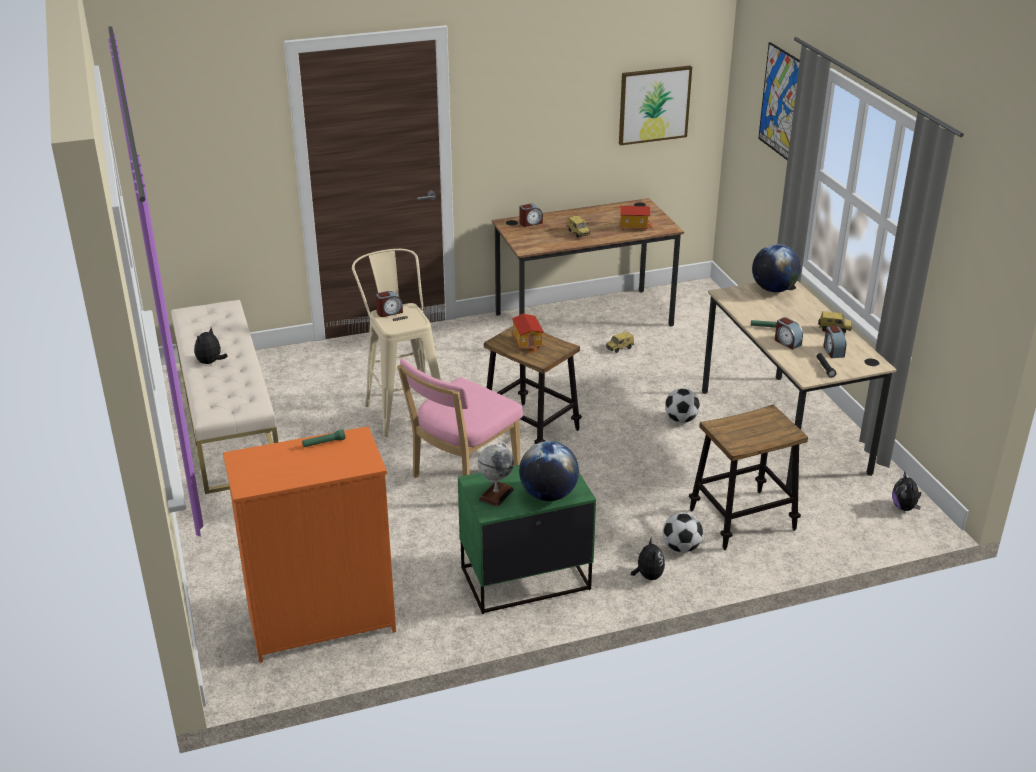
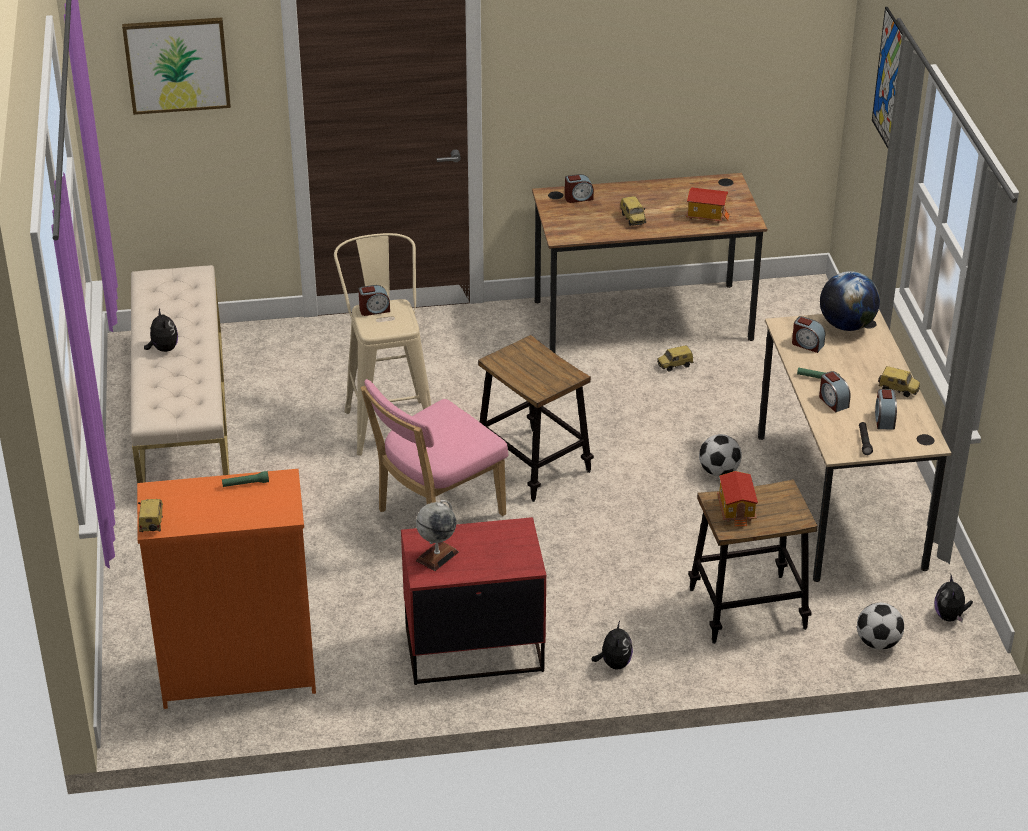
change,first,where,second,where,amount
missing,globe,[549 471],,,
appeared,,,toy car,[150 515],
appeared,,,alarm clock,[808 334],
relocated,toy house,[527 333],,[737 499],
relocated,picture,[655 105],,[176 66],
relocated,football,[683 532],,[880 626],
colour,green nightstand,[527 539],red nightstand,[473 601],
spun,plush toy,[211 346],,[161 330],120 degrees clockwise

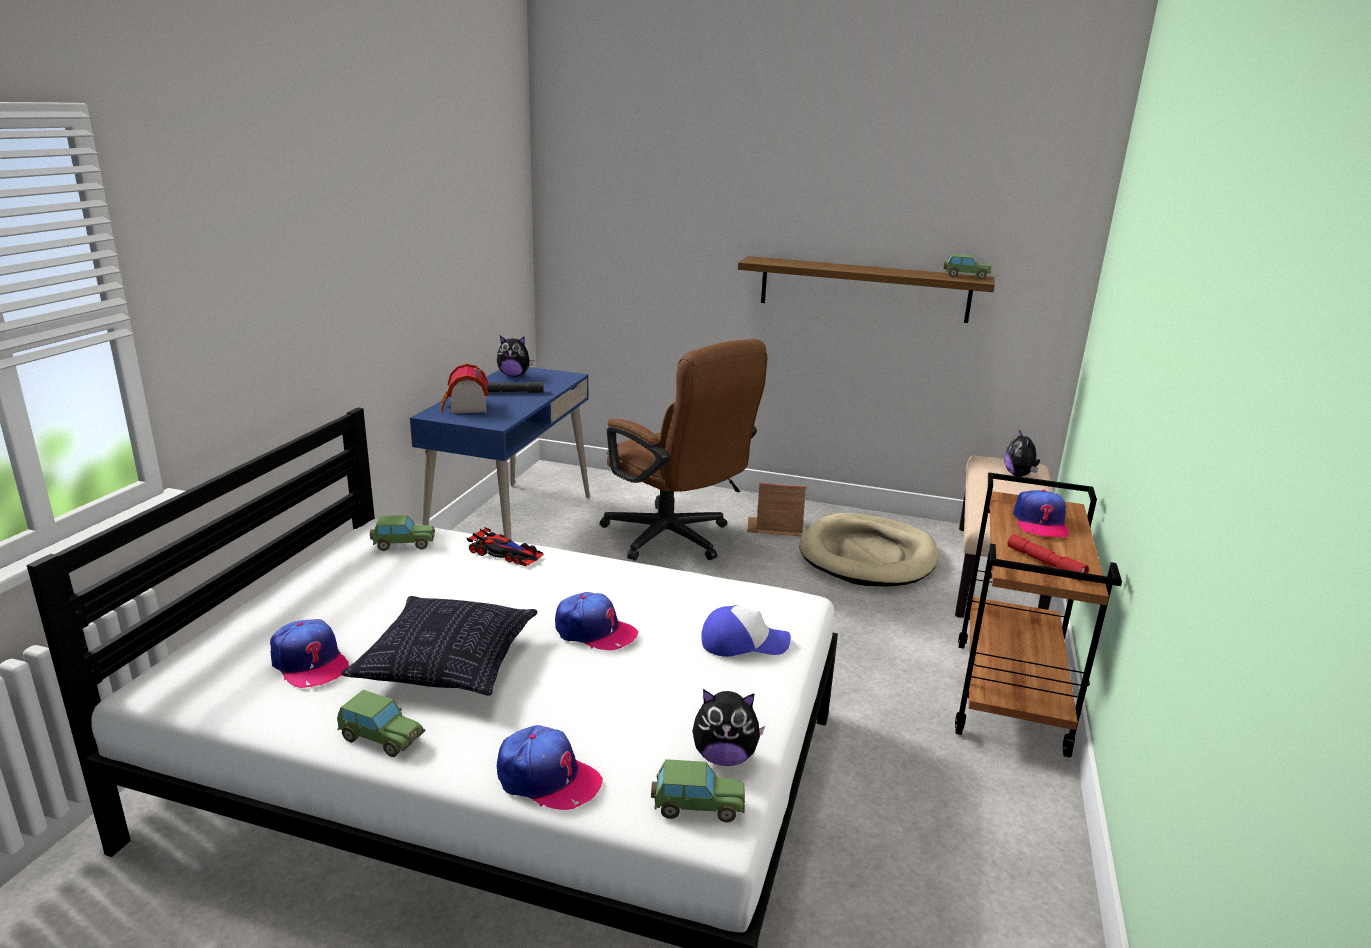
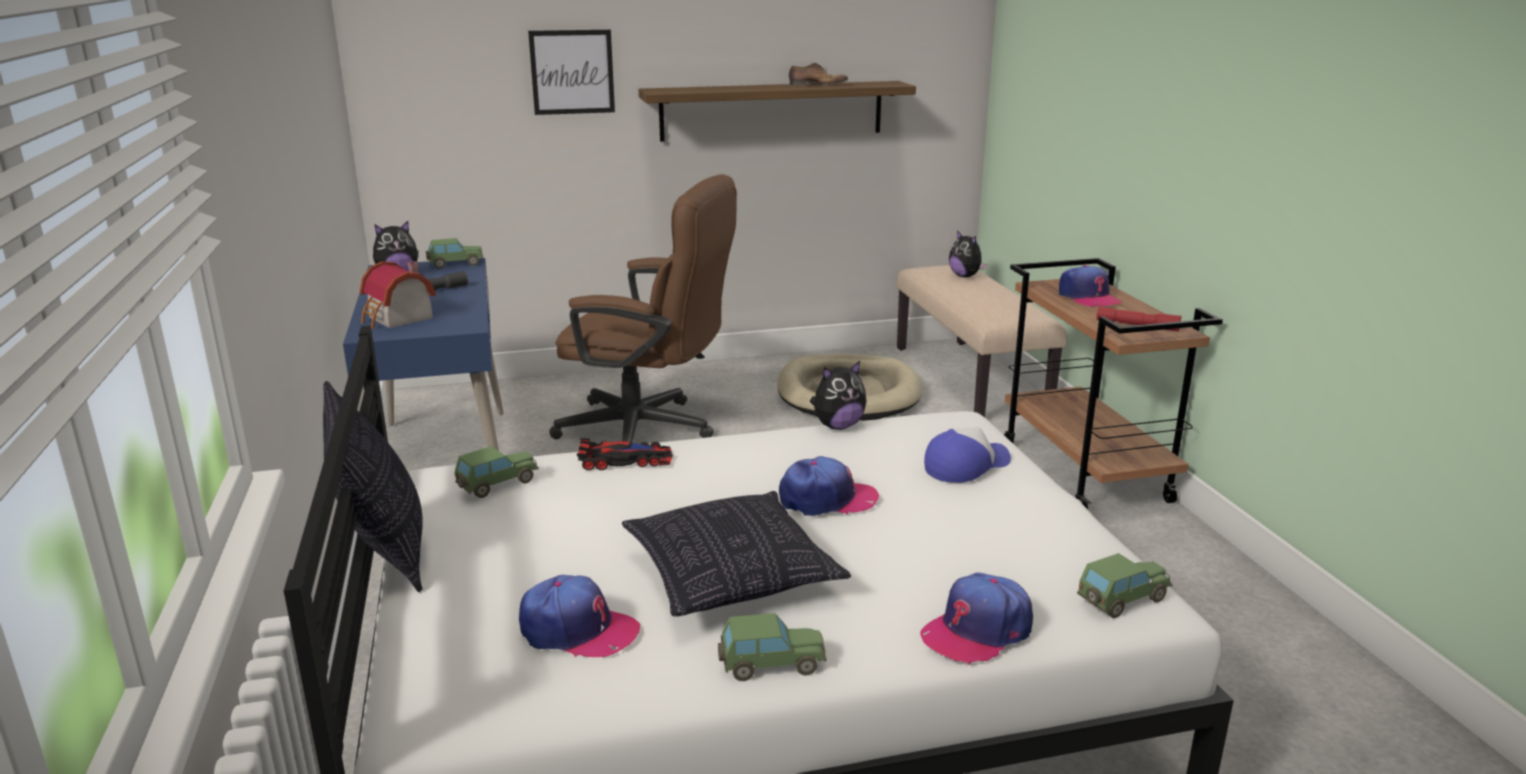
change,first,where,second,where,amount
missing,toy house,[777 509],,,
appeared,,,pillow,[373 486],
appeared,,,picture,[571 72],
appeared,,,shoe,[818 74],
relocated,plush toy,[728 727],,[838 395],
relocated,toy car,[967 266],,[454 253],
spun,cap,[550 767],,[976 619],150 degrees clockwise

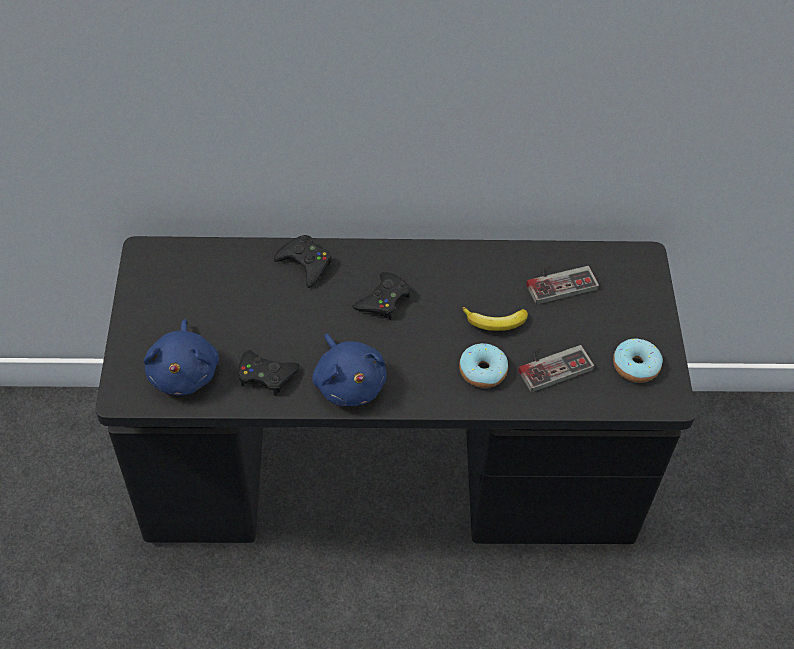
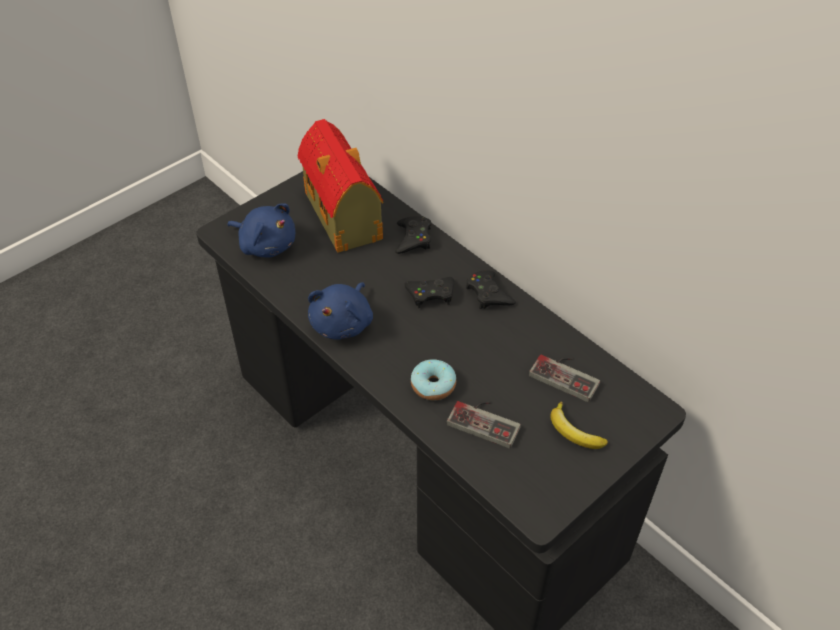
change,first,where,second,where,amount
missing,donut,[638 360],,,
appeared,,,toy house,[341 186],
relocated,black game controller,[269 373],,[491 289],
relocated,banana,[495 319],,[579 425],
spun,blue plush toy,[181 357],,[261 230],105 degrees counterclockwise

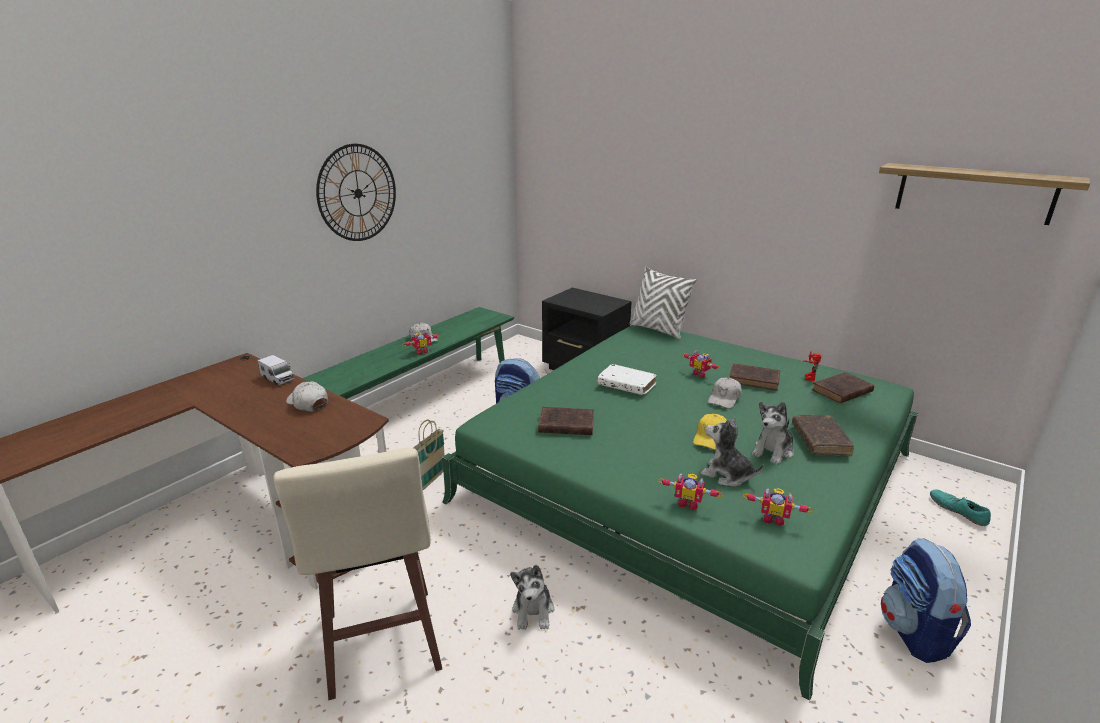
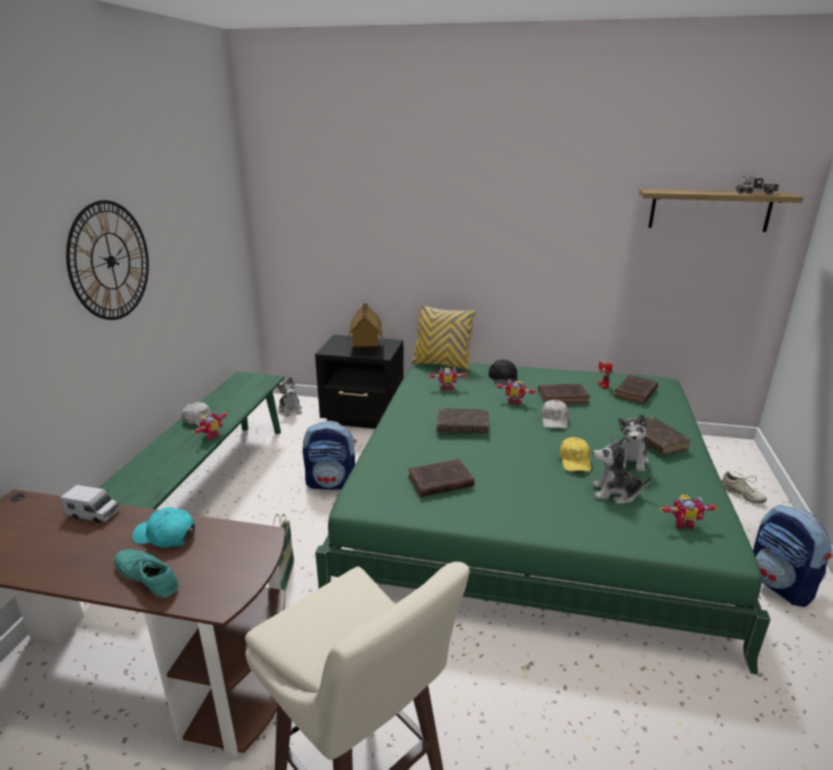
change,first,where,second,where,amount
appeared,,,toy house,[365 328],
appeared,,,black cap,[503 372],
appeared,,,beige shoe,[744 487],
appeared,,,toy truck,[757 185],
relocated,plush toy,[532 597],,[289 397],
relocated,toy robot,[690 491],,[447 378],
relocated,turquoise shoe,[960 508],,[146 573],
colour,white cap,[307 397],turquoise cap,[163 527],
colour,white book,[627 379],brown book,[463 420],
colour,white pillow,[662 302],yellow pillow,[443 337],

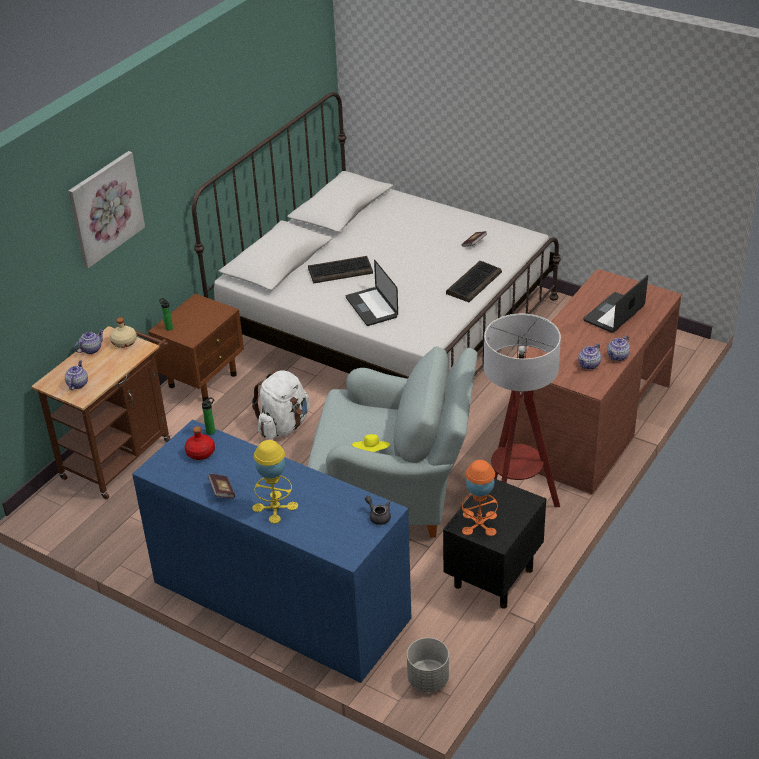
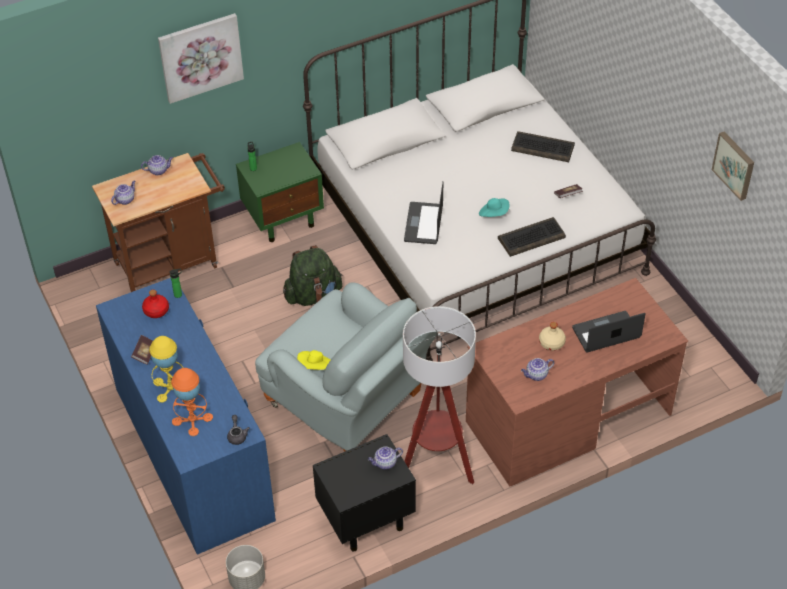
change,first,where,second,where,amount
appeared,,,turquoise hat,[494 207],
appeared,,,picture,[733 166],
relocated,beige bottle,[123 332],,[552 336],
relocated,keyboard,[340 269],,[543 146],
relocated,orange table lamp,[480 498],,[192 402],
relocated,teapot,[618 348],,[385 458],
colour,brown nightstand,[196 347],green nightstand,[280 192],
colour,white backpack,[281 404],green backpack,[313 275],

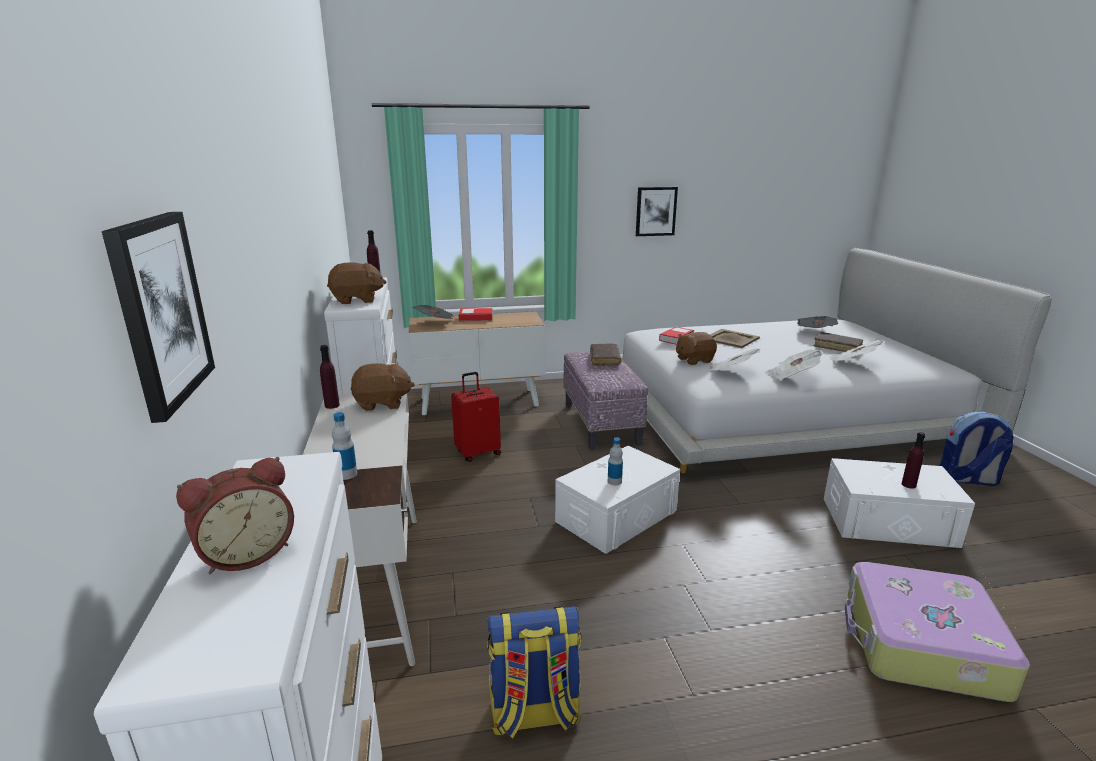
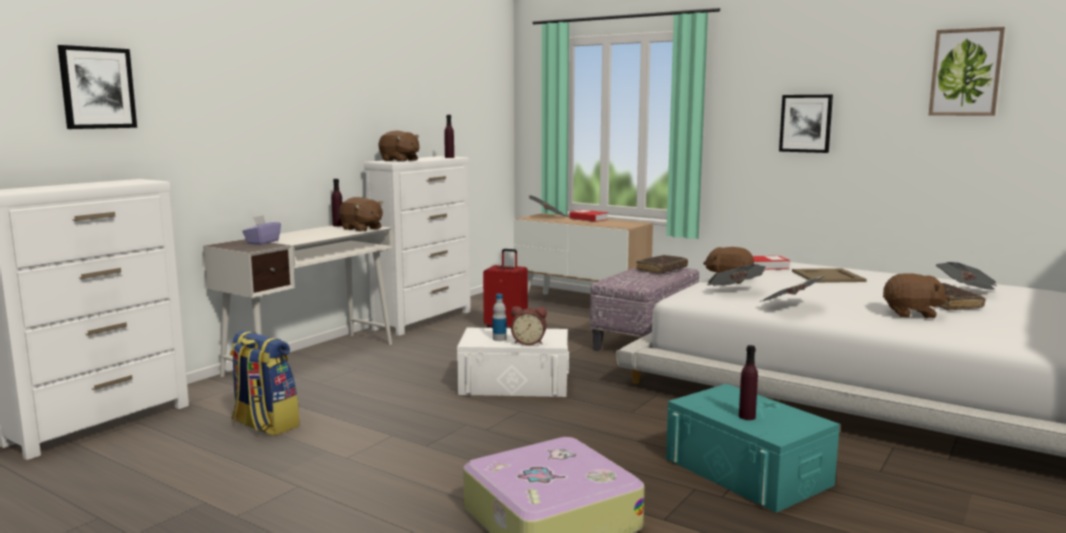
change,first,where,second,where,amount
missing,backpack,[976 448],,,
appeared,,,picture,[967 71],
relocated,alarm clock,[235 515],,[529 325],
exchanged,bottle,[344 446],purple tissue box,[261 230],
exchanged,newspaper,[857 351],brown plush toy,[916 295],
colour,white storage box,[899 503],turquoise storage box,[753 448],

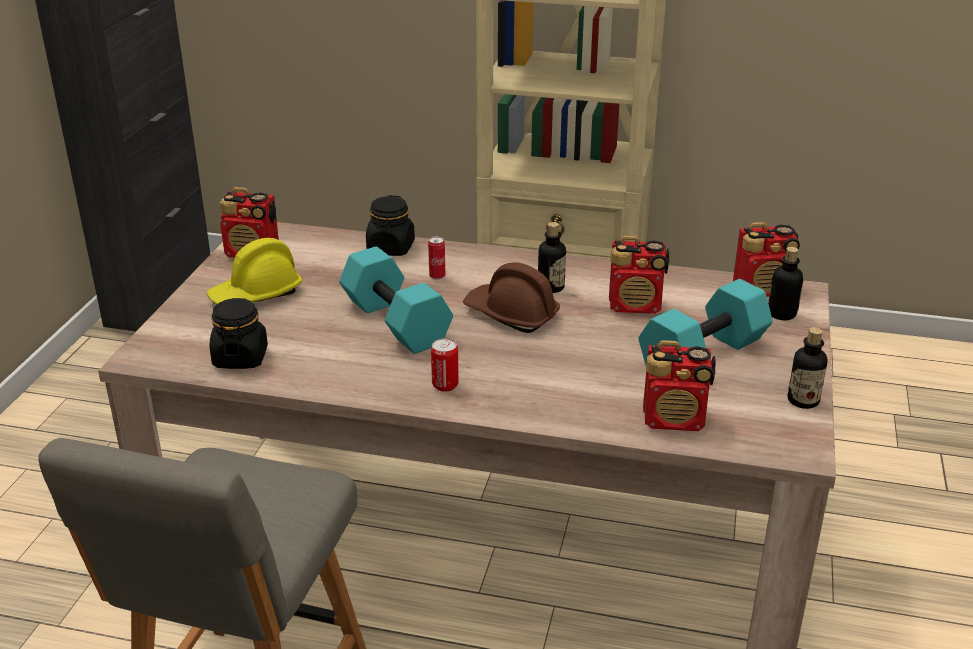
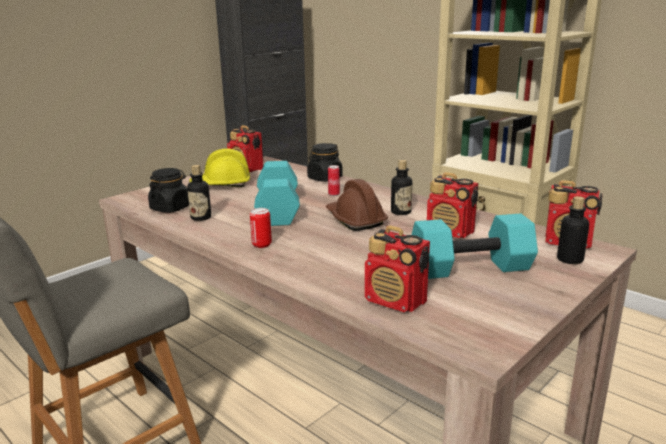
change,first,where,second,where,amount
relocated,bottle,[808 368],,[199 193],

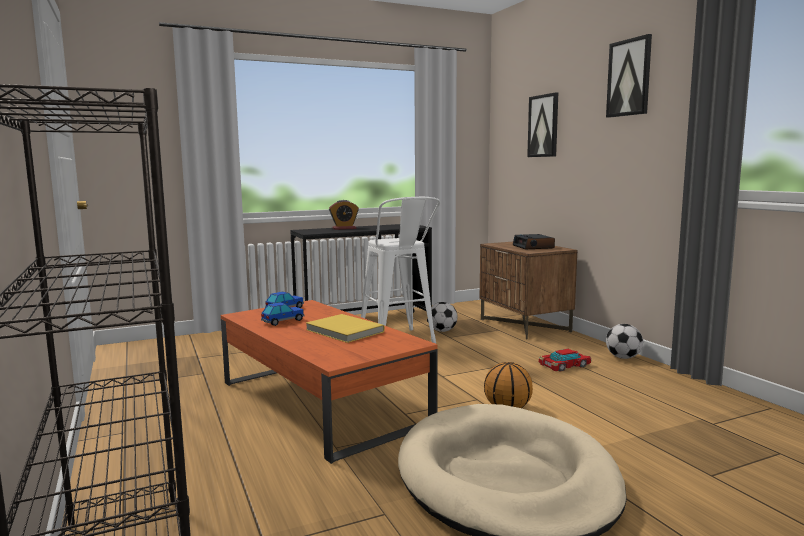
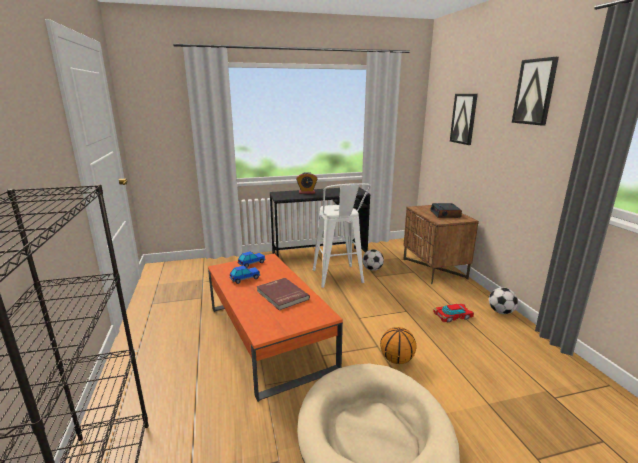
change,first,where,second,where,amount
colour,yellow book,[345 328],red book,[283 294],

